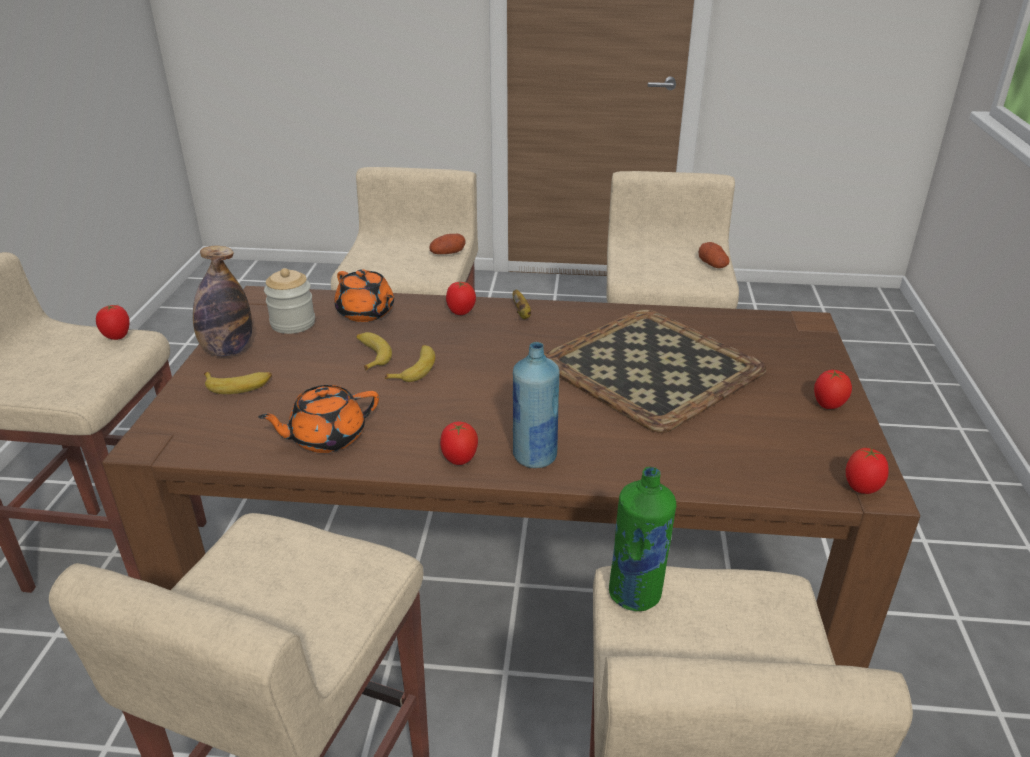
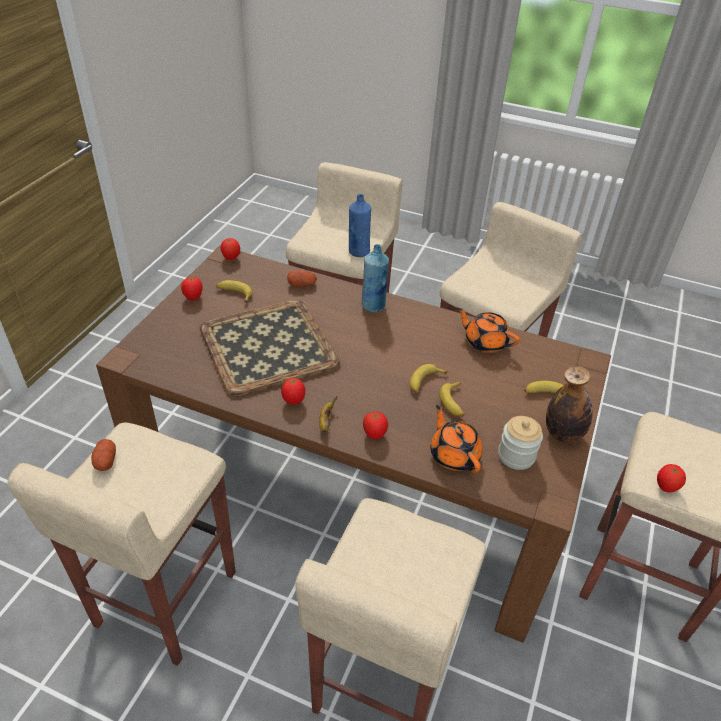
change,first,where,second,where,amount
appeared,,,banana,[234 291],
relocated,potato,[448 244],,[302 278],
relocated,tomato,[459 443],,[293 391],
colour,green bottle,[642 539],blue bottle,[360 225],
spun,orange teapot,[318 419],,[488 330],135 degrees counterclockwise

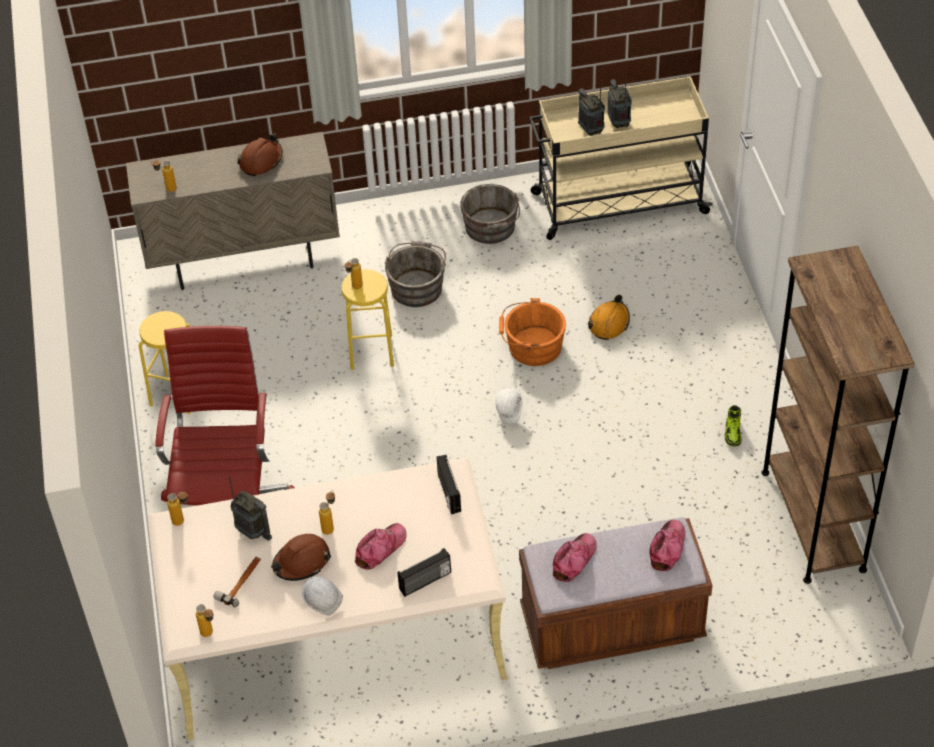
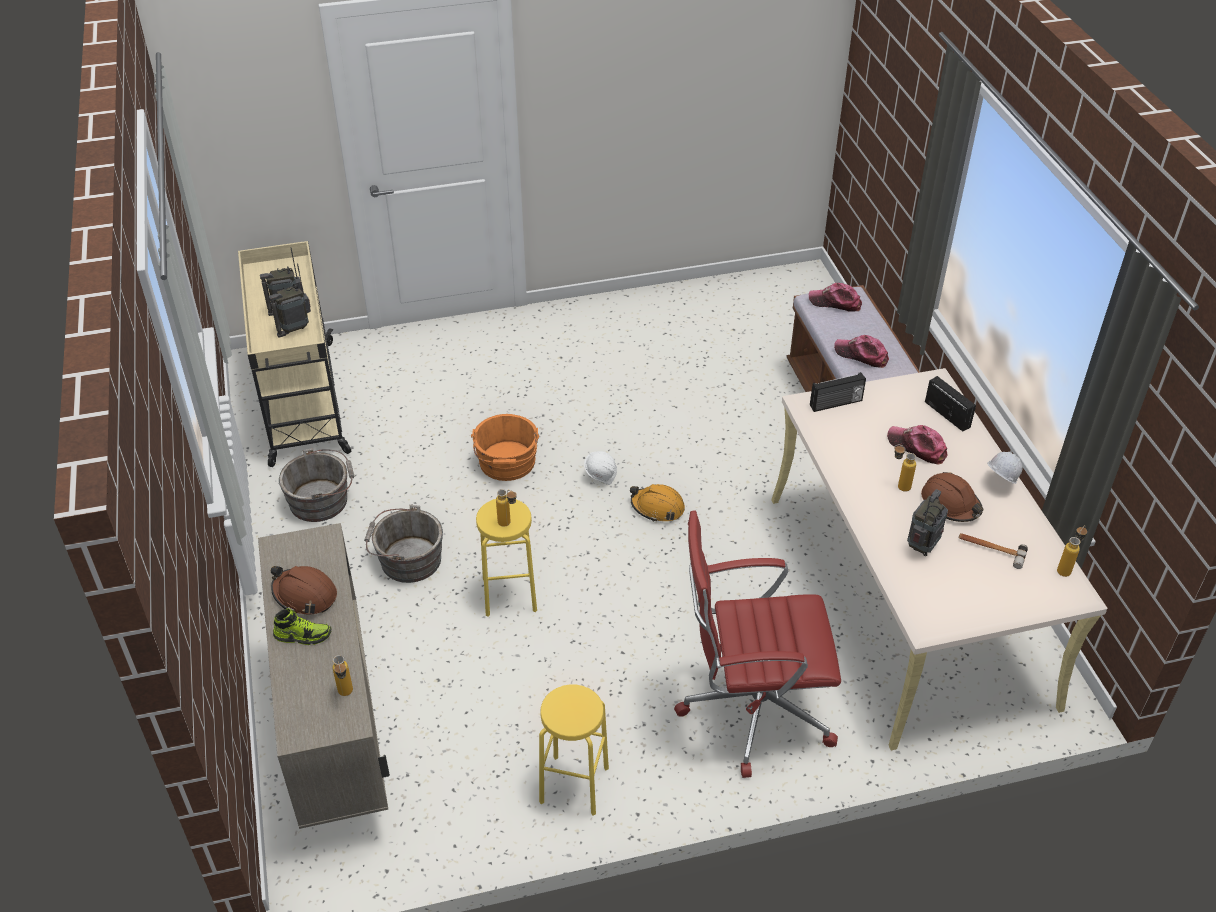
change,first,where,second,where,amount
missing,bottle,[177 509],,,
missing,brown bookcase,[838 415],,,
relocated,orange hard hat,[609 317],,[657 503],
relocated,shoe,[733 426],,[302 626],

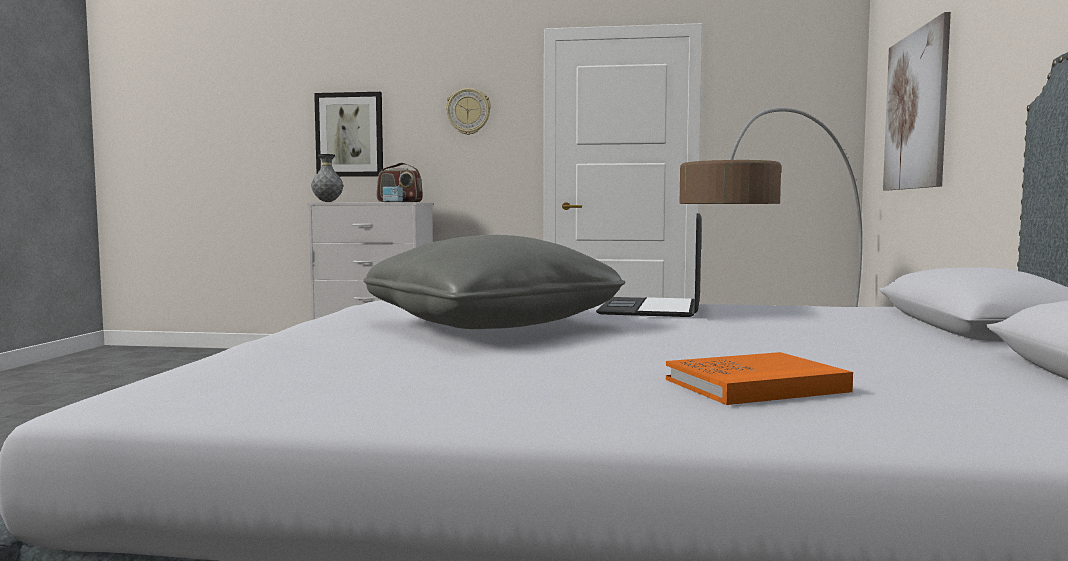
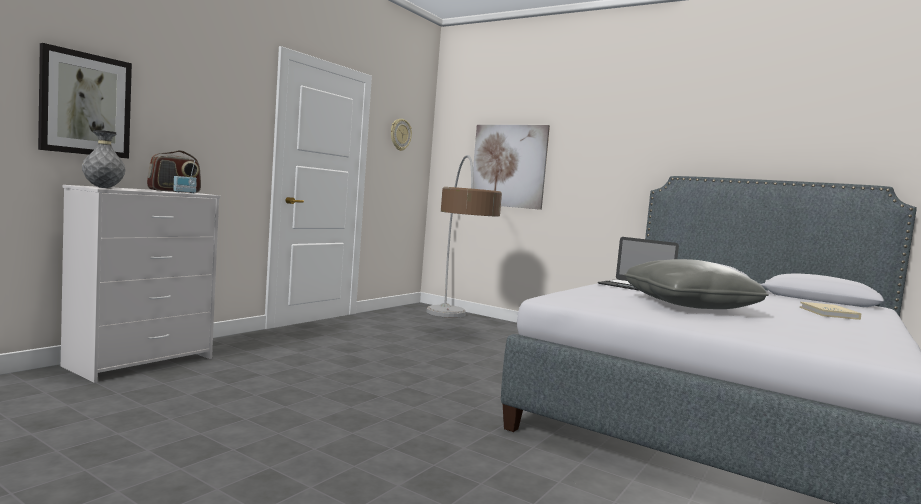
change,first,where,second,where,amount
relocated,wall clock,[468 111],,[401 135],
colour,orange book,[759 378],beige book,[831 311],

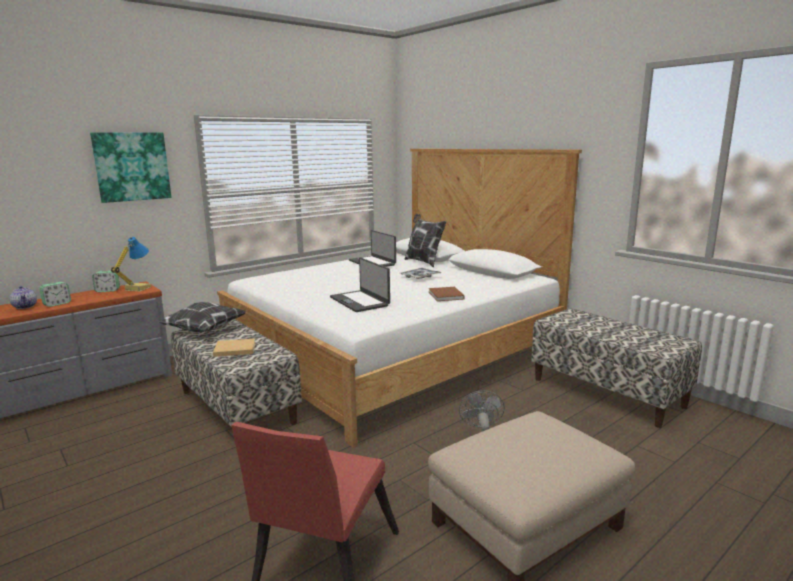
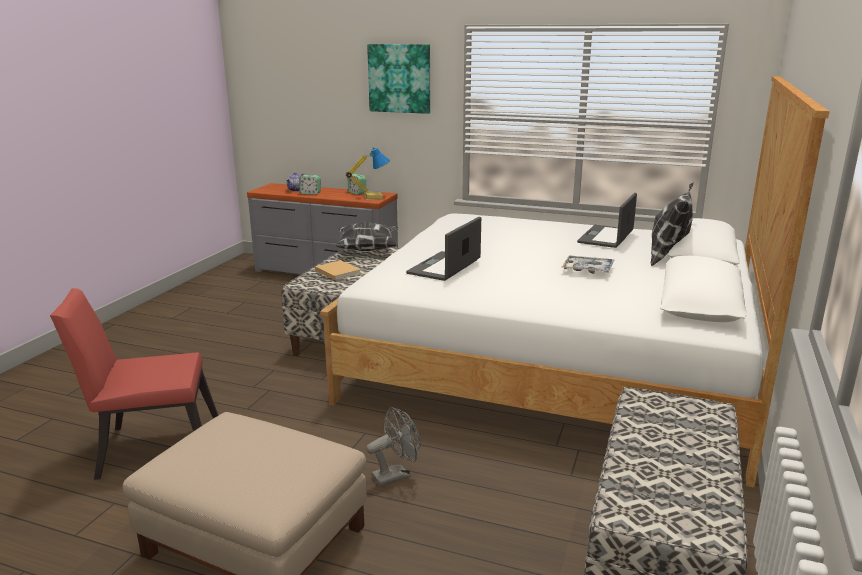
change,first,where,second,where,amount
missing,brown book,[446 294],,,

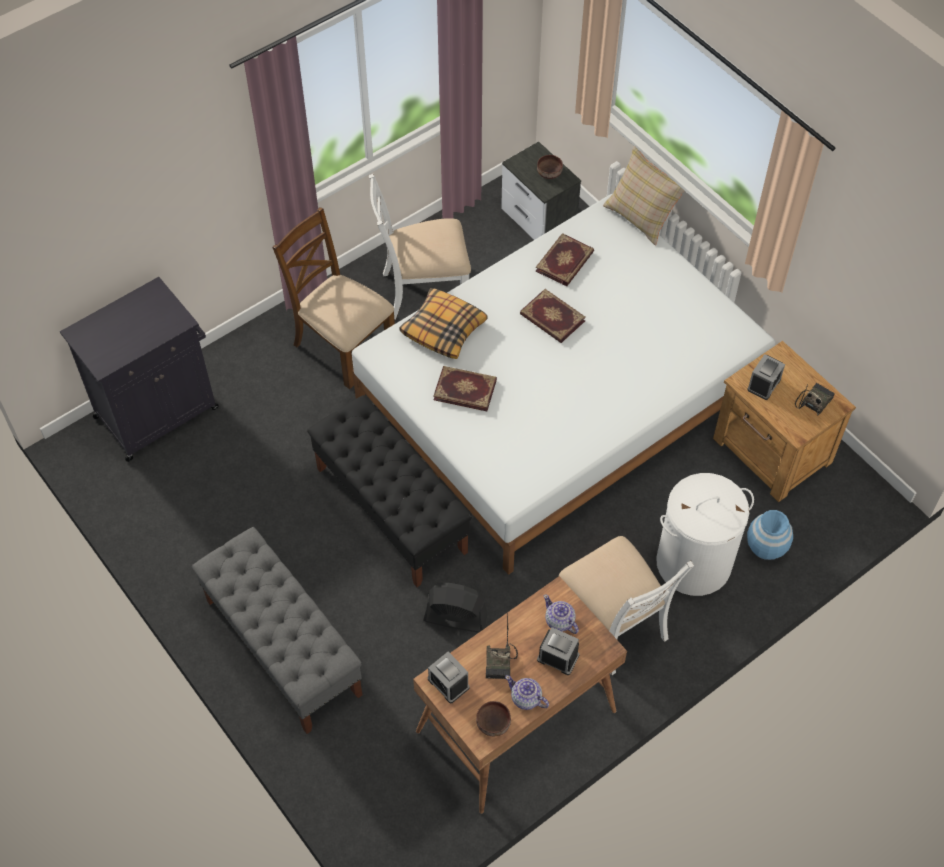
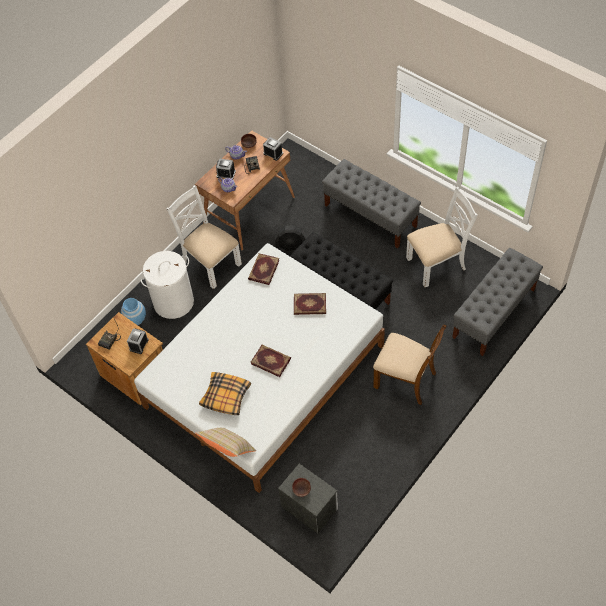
change,first,where,second,where,amount
relocated,white chair,[420 247],,[442 237],
relocated,pillow,[443 323],,[225 393],
relocated,book,[565 259],,[264 269],
exchanged,black cabinet,[139 369],grey bench,[497 302],

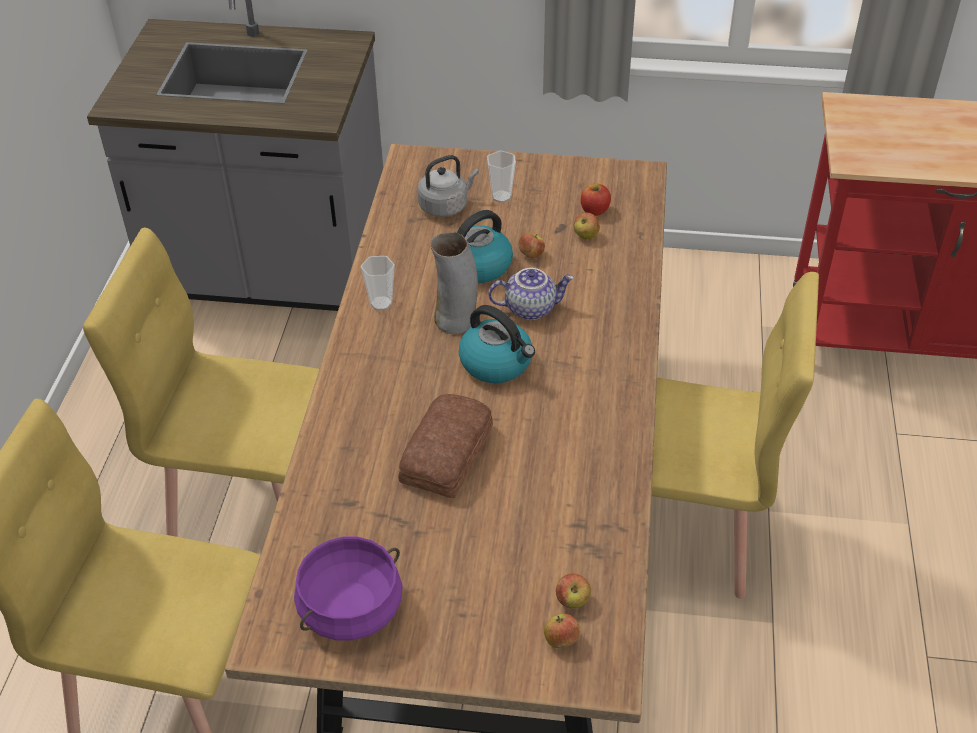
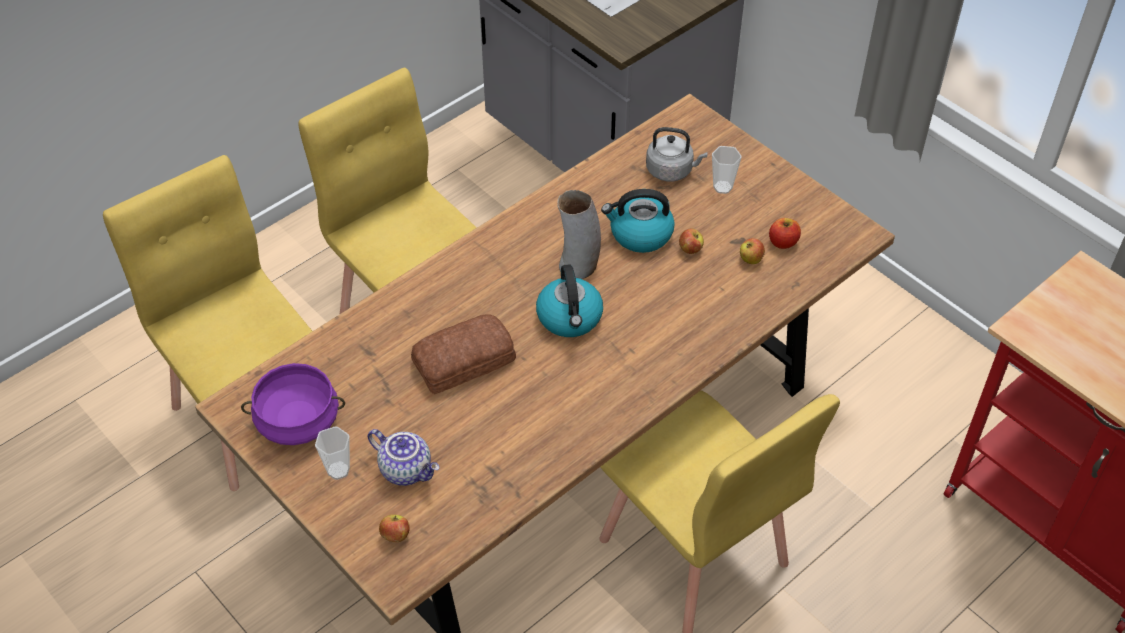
change,first,where,second,where,amount
missing,apple,[573 591],,,
relocated,cup,[378 283],,[332 453],
relocated,teapot,[531 294],,[403 457],

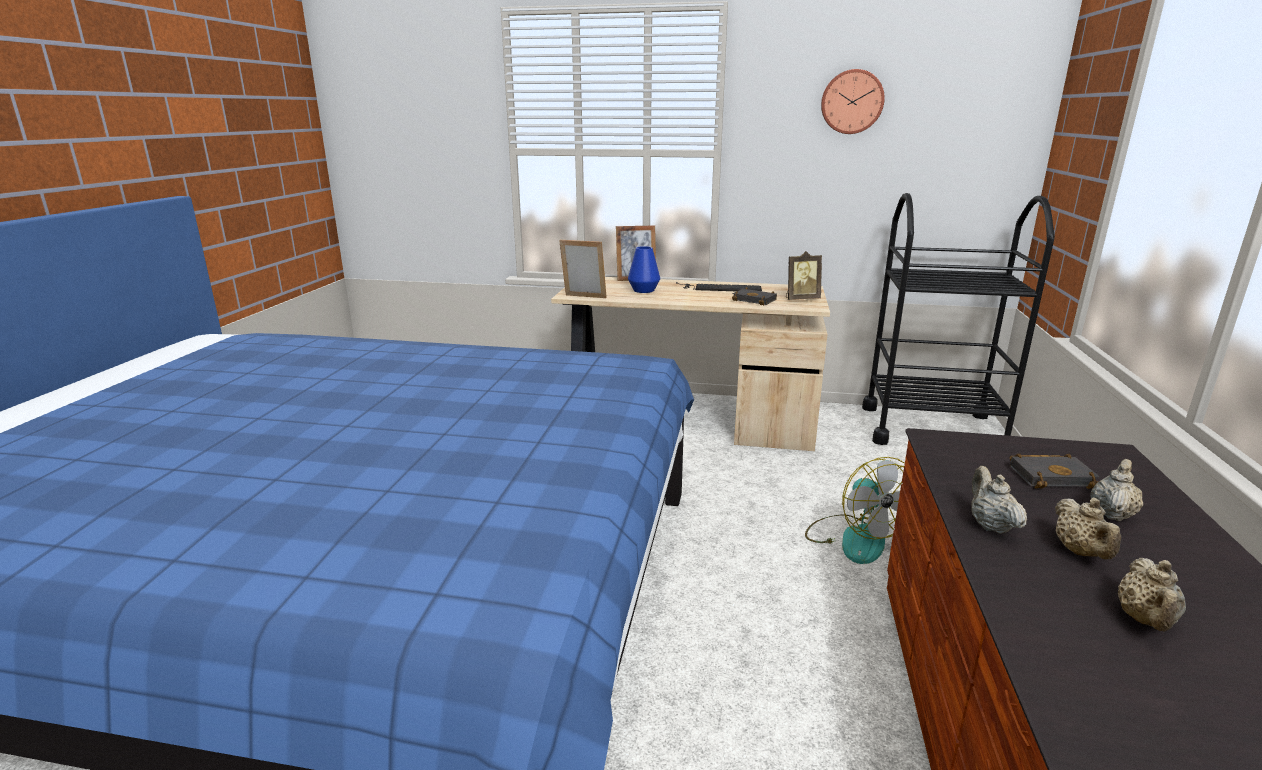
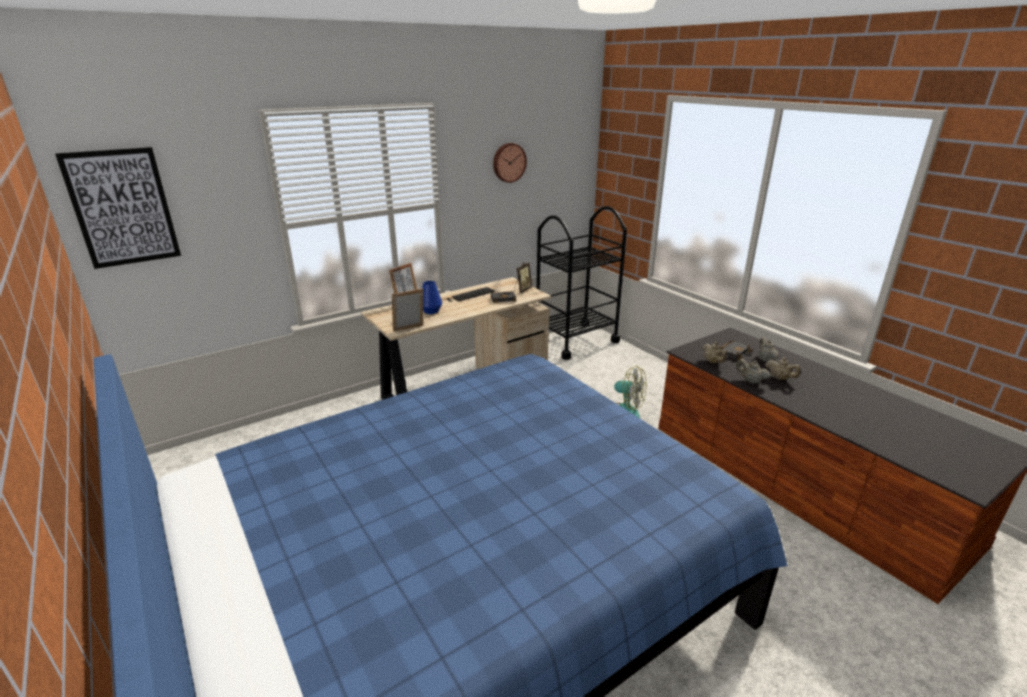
change,first,where,second,where,amount
appeared,,,picture,[118 208],
relocated,beige teapot,[1152 595],,[714 352],

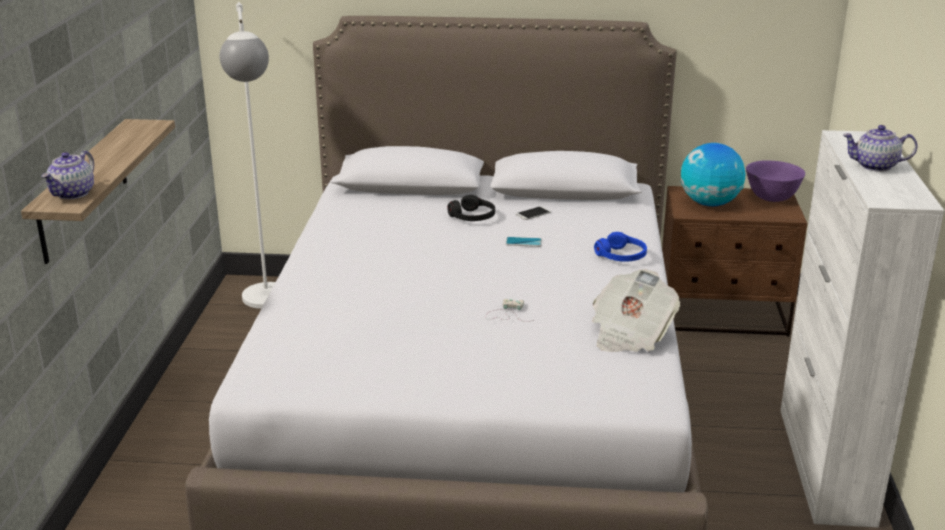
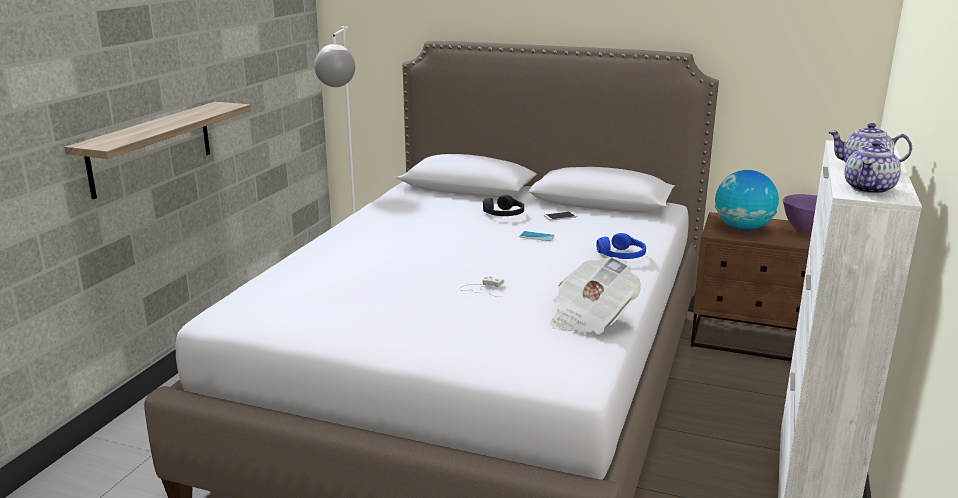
change,first,where,second,where,amount
relocated,teapot,[68 175],,[873 167],

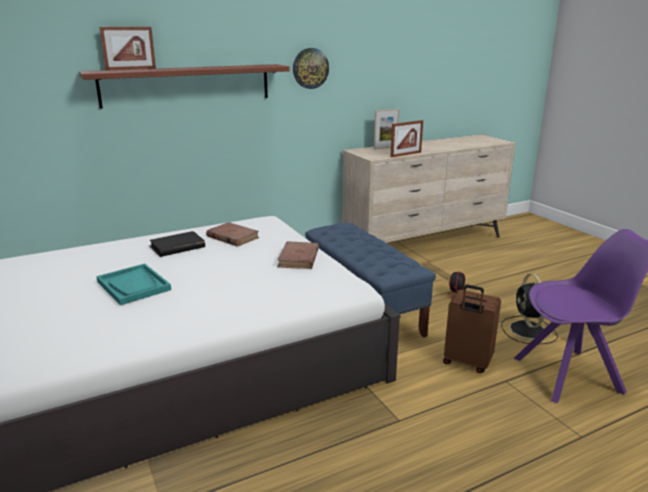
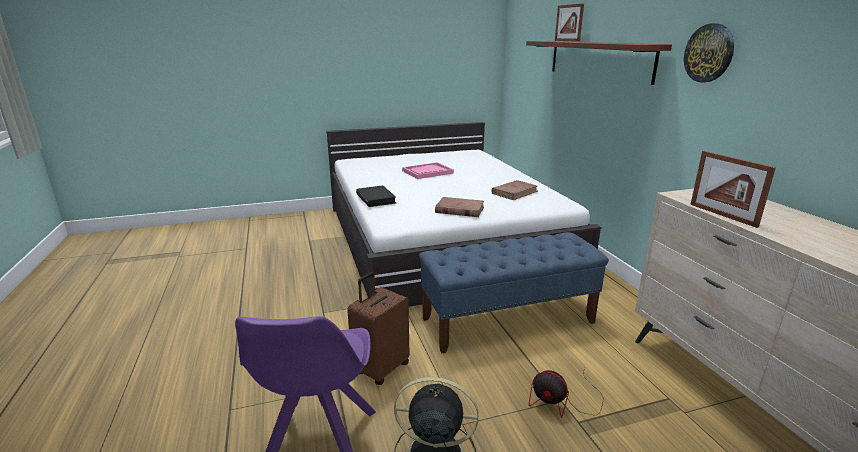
change,first,where,second,where,amount
missing,picture frame,[387 129],,,
relocated,black book,[177 244],,[376 196],
colour,turquoise tray,[133 284],pink tray,[428 170],

